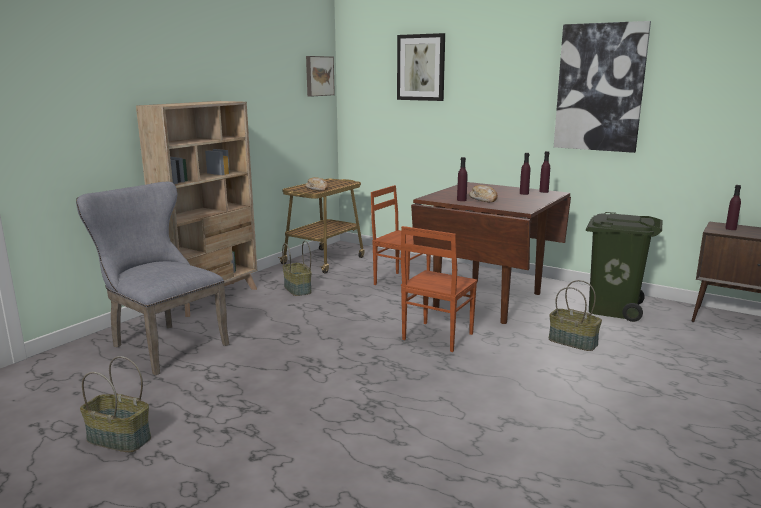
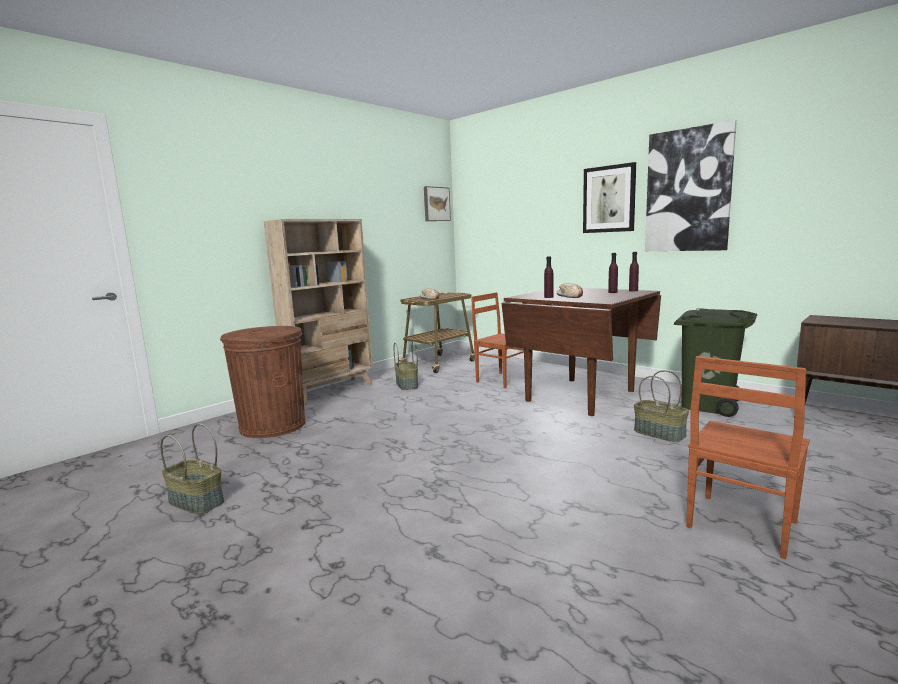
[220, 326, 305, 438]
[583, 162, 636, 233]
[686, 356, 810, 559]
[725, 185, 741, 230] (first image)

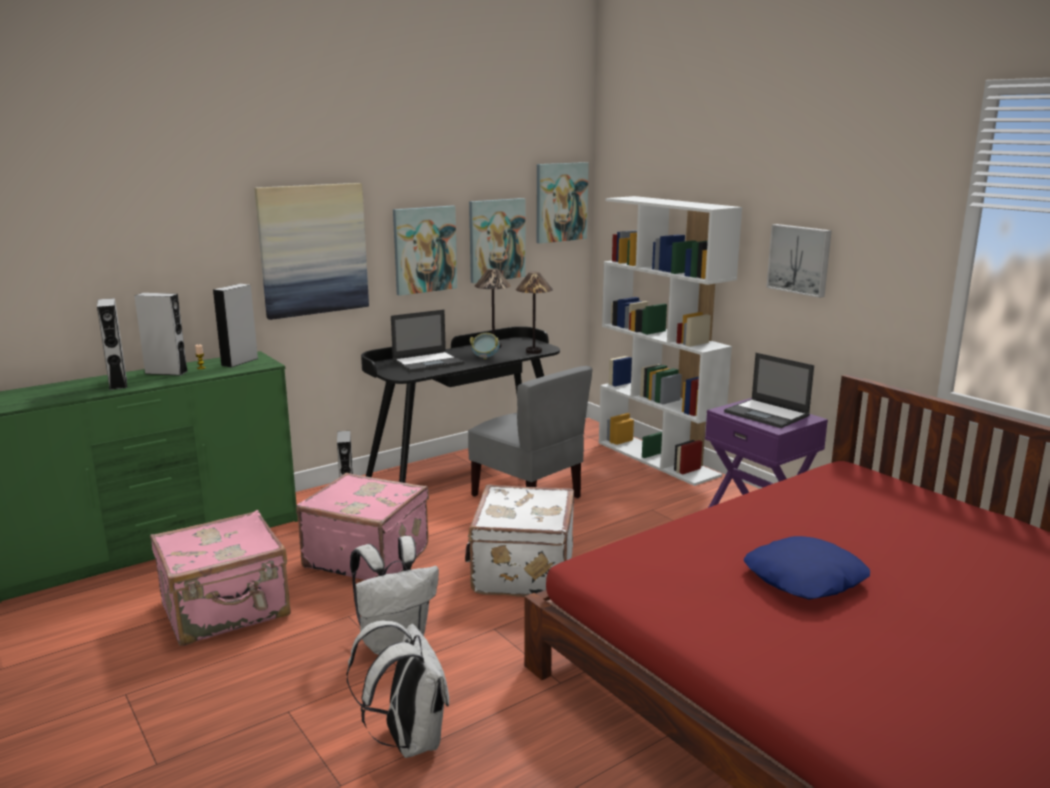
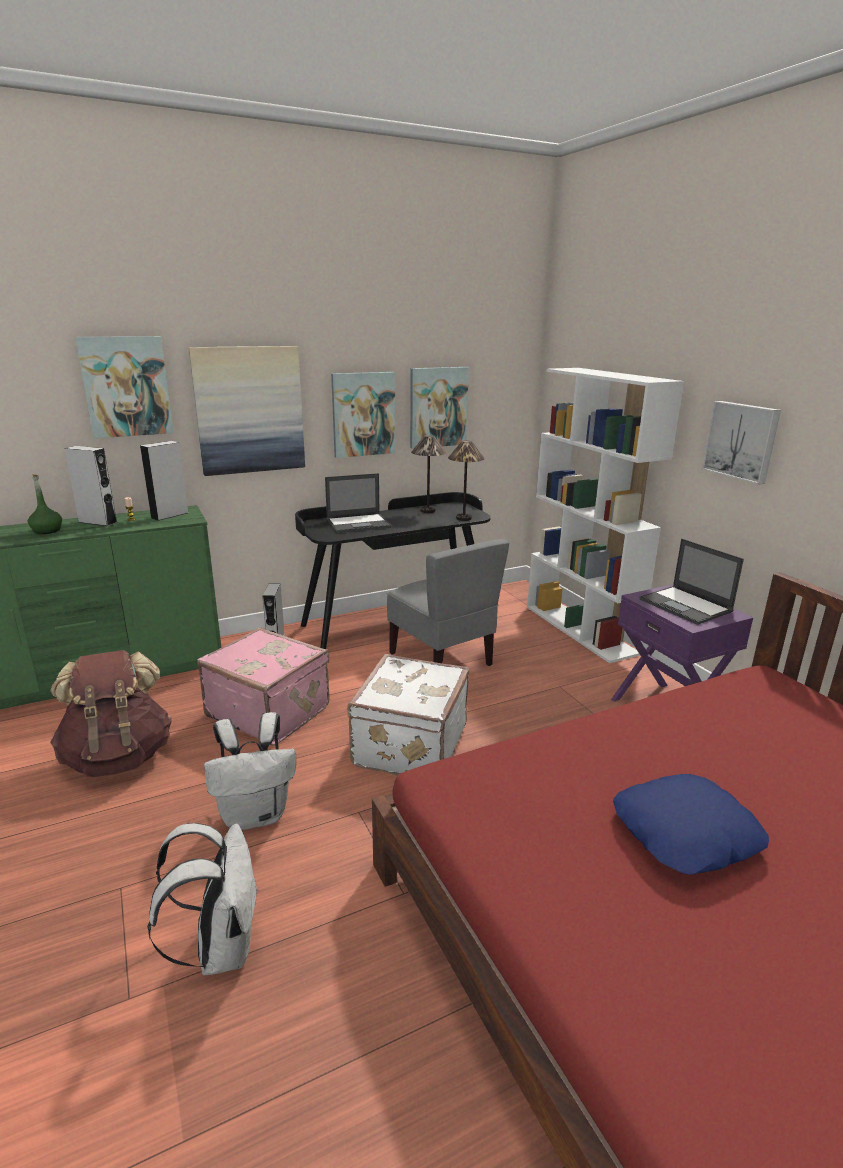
[28, 474, 62, 534]
[50, 650, 172, 777]
[470, 333, 500, 359] (first image)
[75, 336, 174, 438]

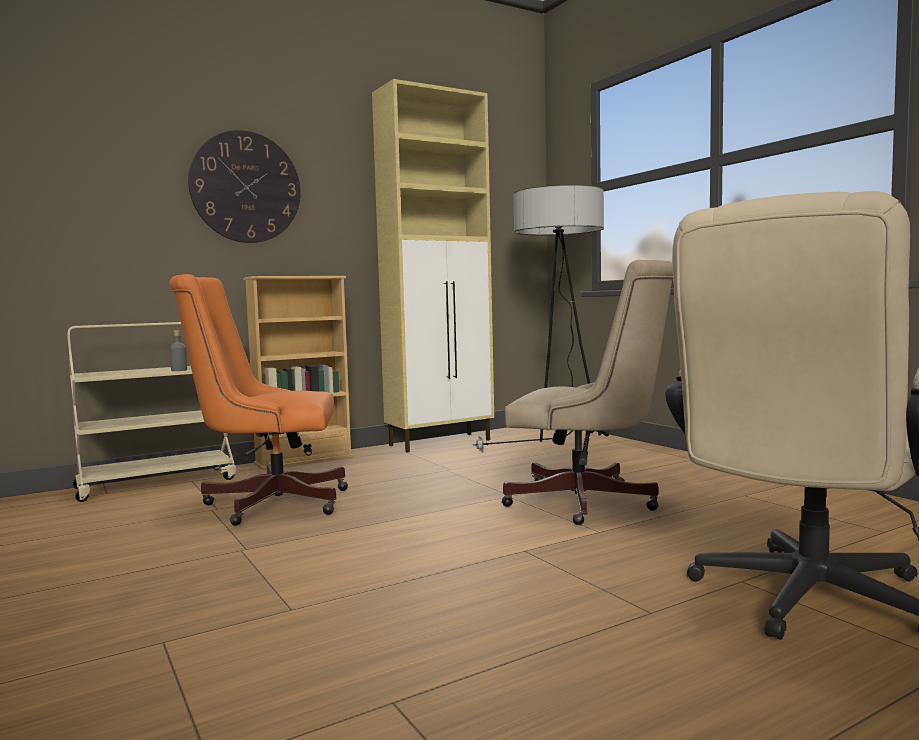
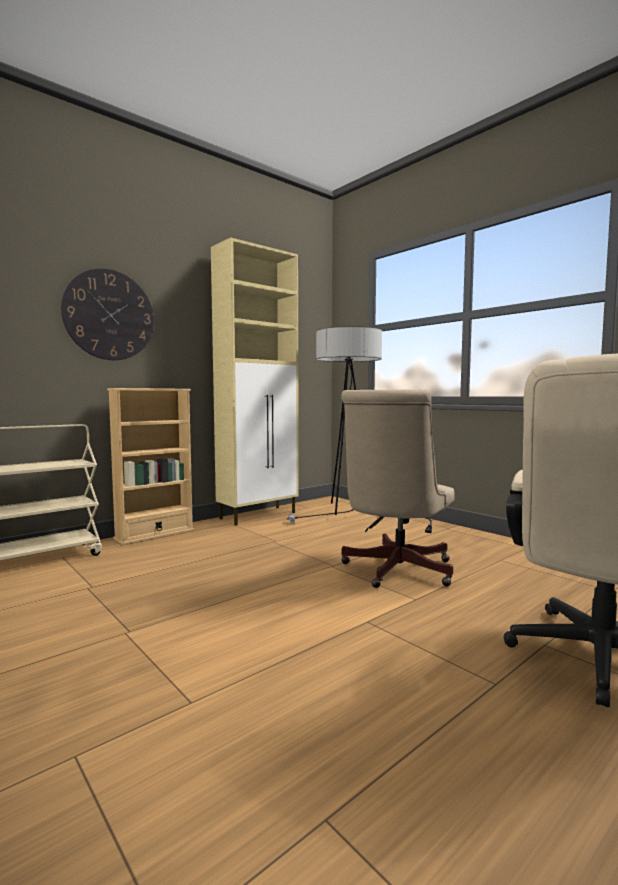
[169, 274, 348, 526] (first image)
[170, 330, 187, 371] (first image)
[341, 390, 455, 588]

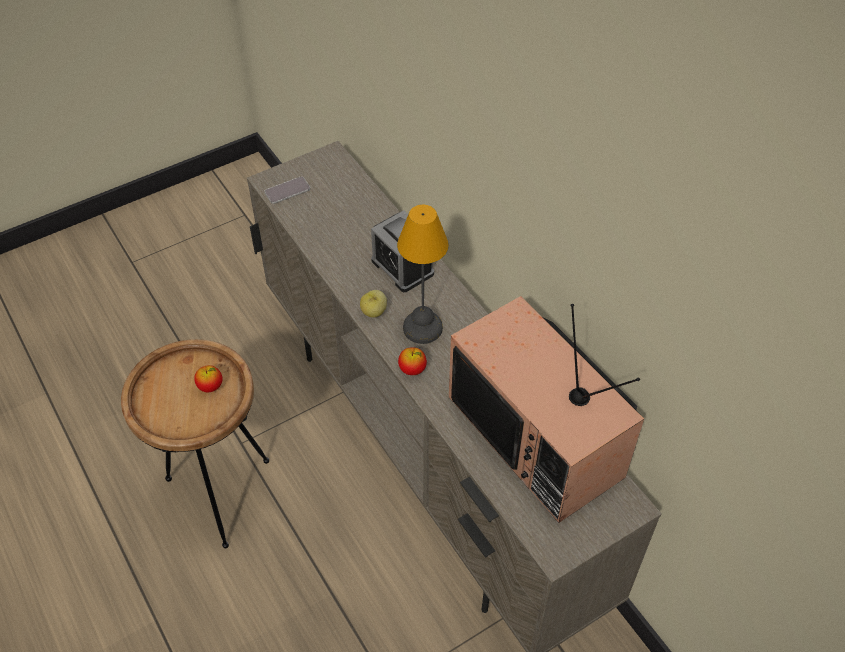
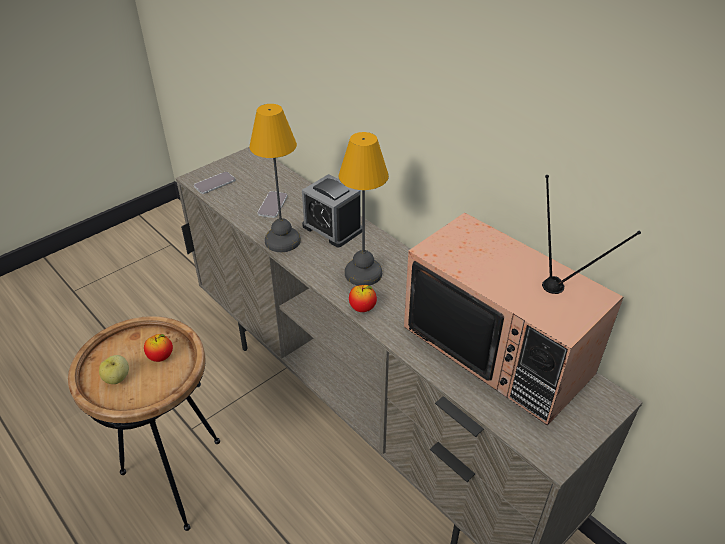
[99, 355, 129, 384]
[249, 104, 301, 252]
[257, 191, 288, 218]

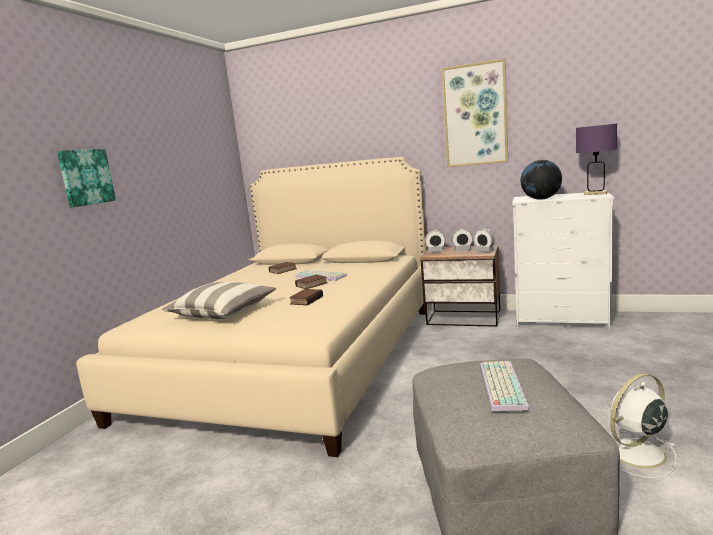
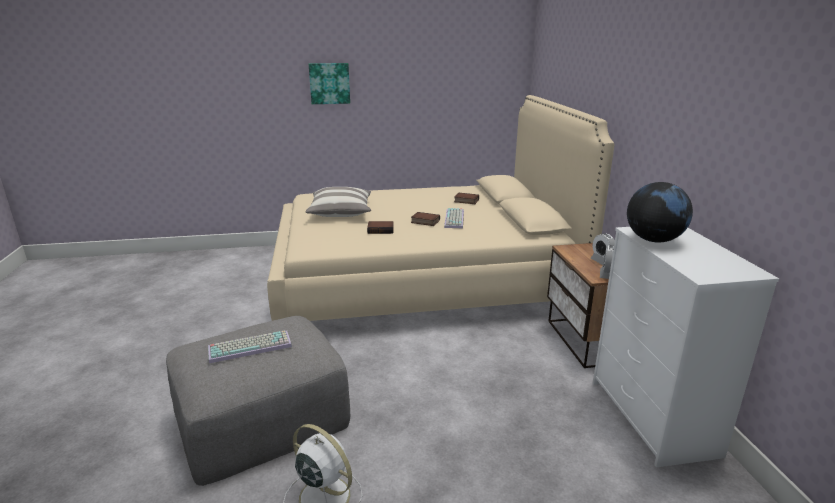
[425, 230, 446, 253] (first image)
[441, 58, 508, 167] (first image)
[576, 124, 617, 195] (first image)

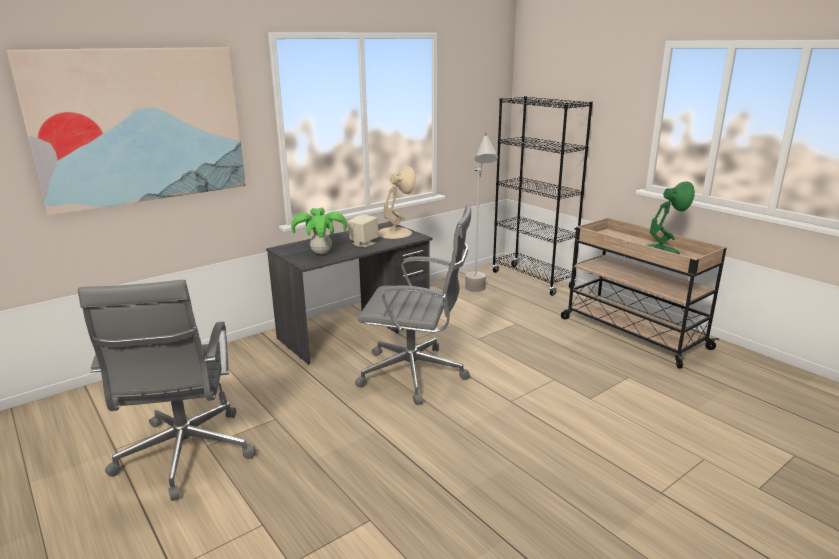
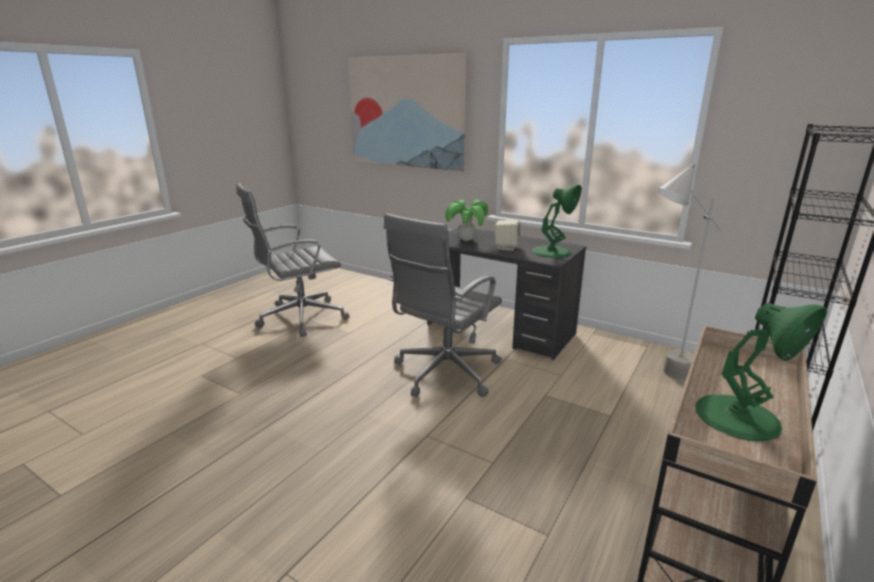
[384, 214, 502, 397]
[532, 184, 582, 258]

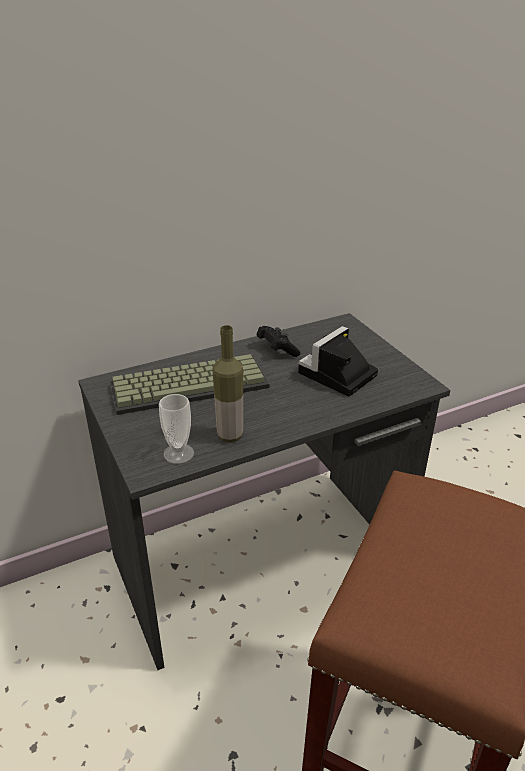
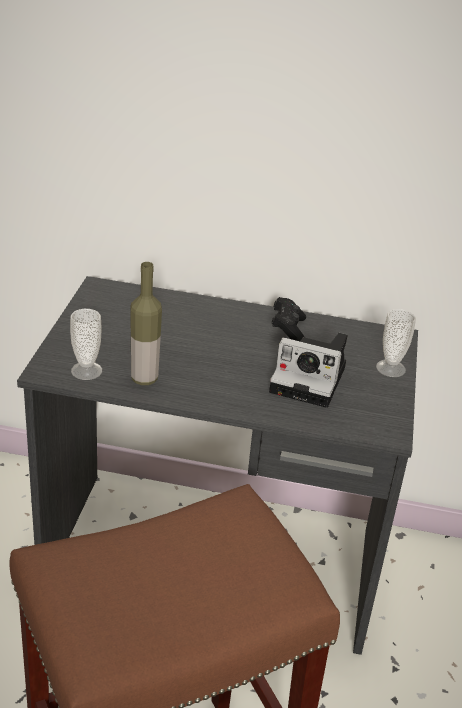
[110, 354, 270, 415] (first image)
[269, 333, 347, 408]
[376, 309, 416, 377]

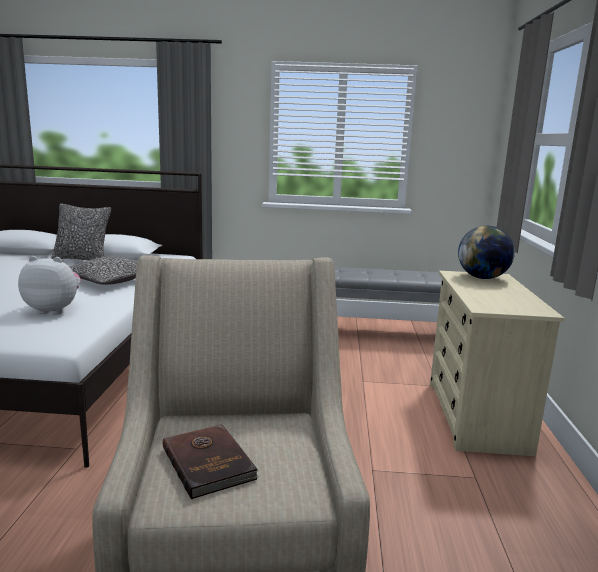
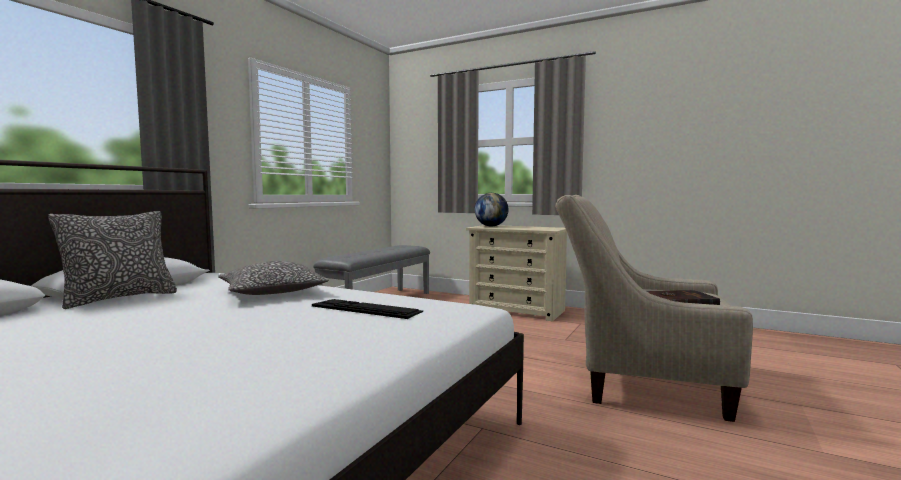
[312, 299, 423, 319]

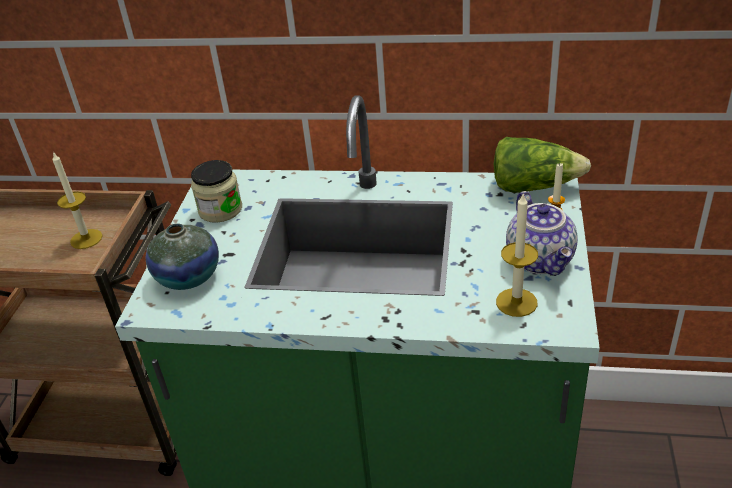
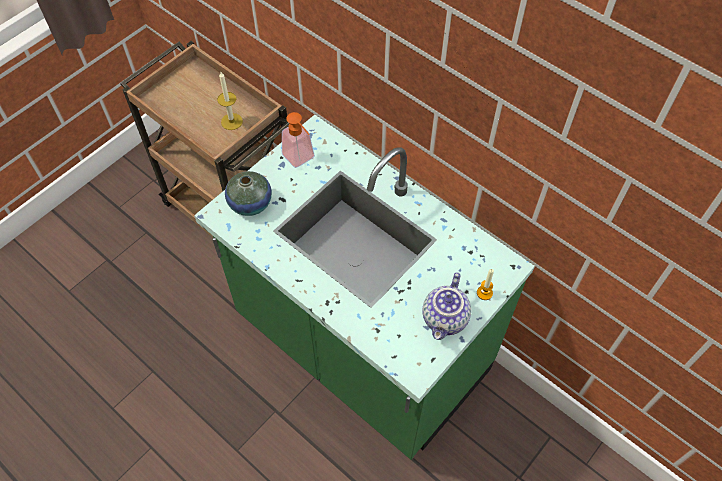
[282, 112, 315, 168]
[494, 137, 591, 193] (first image)
[496, 193, 538, 317] (first image)

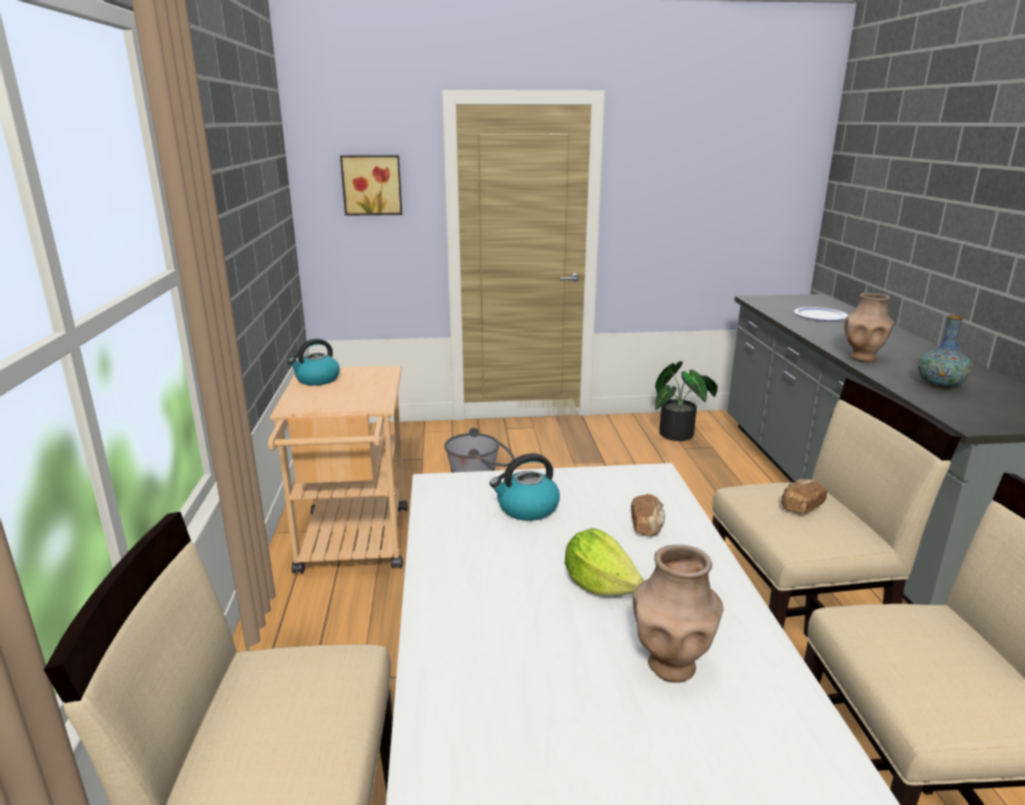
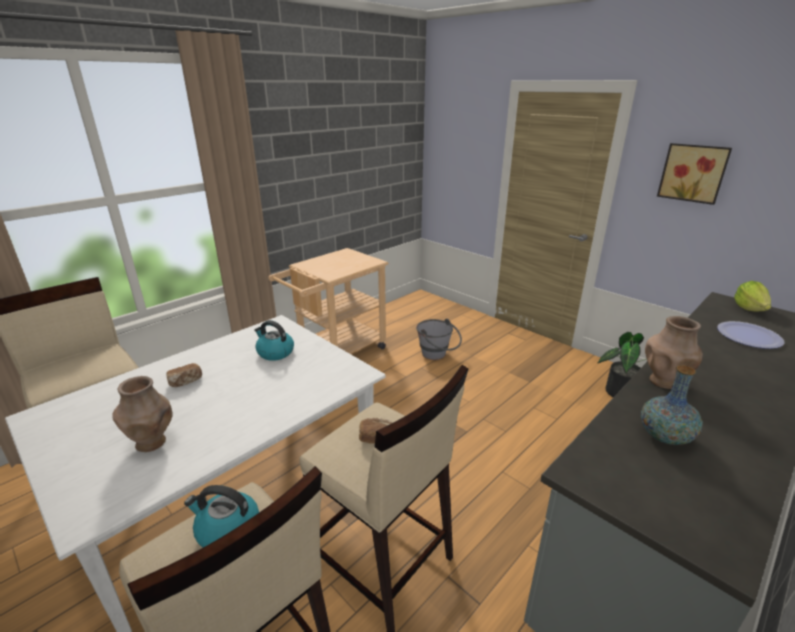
[184, 485, 259, 547]
[657, 143, 732, 205]
[734, 281, 771, 311]
[166, 363, 202, 387]

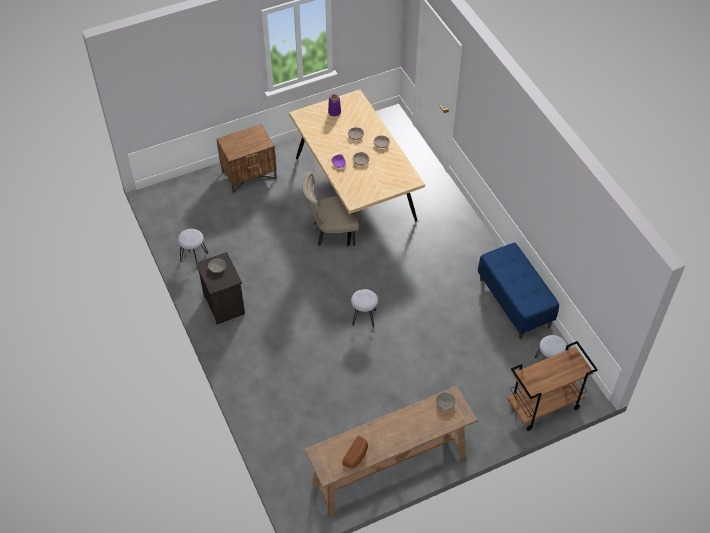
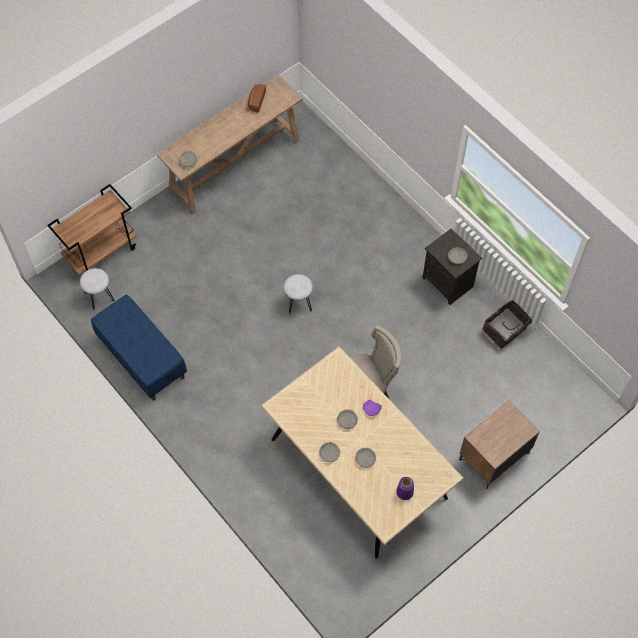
[483, 300, 532, 348]

